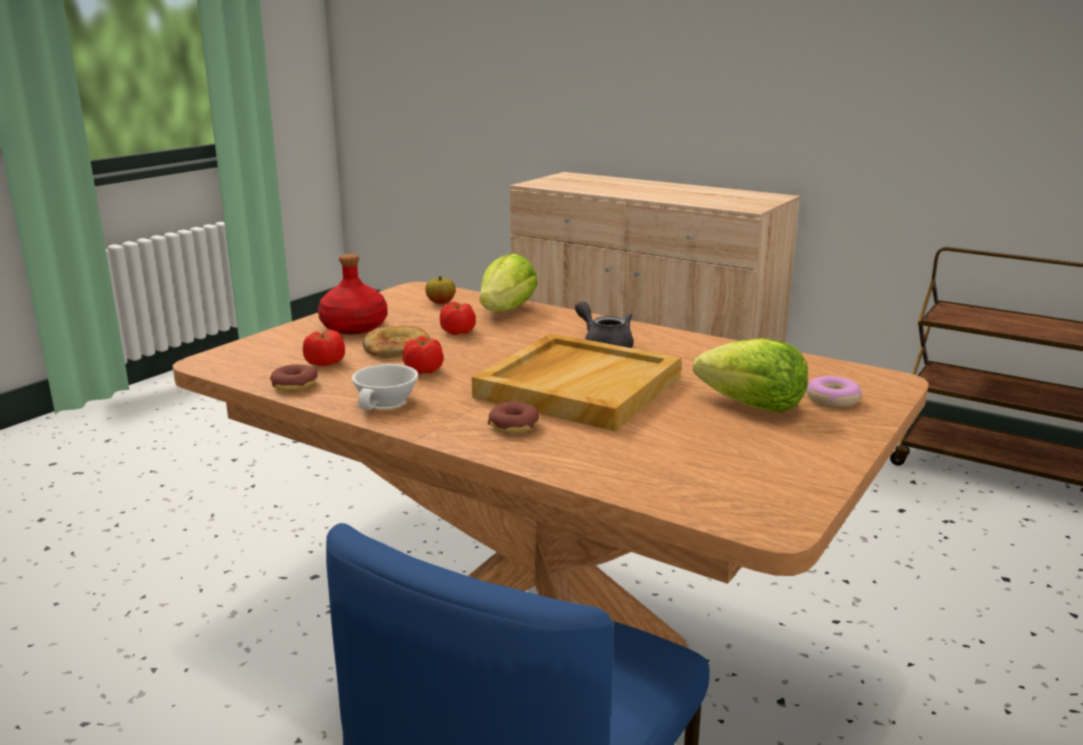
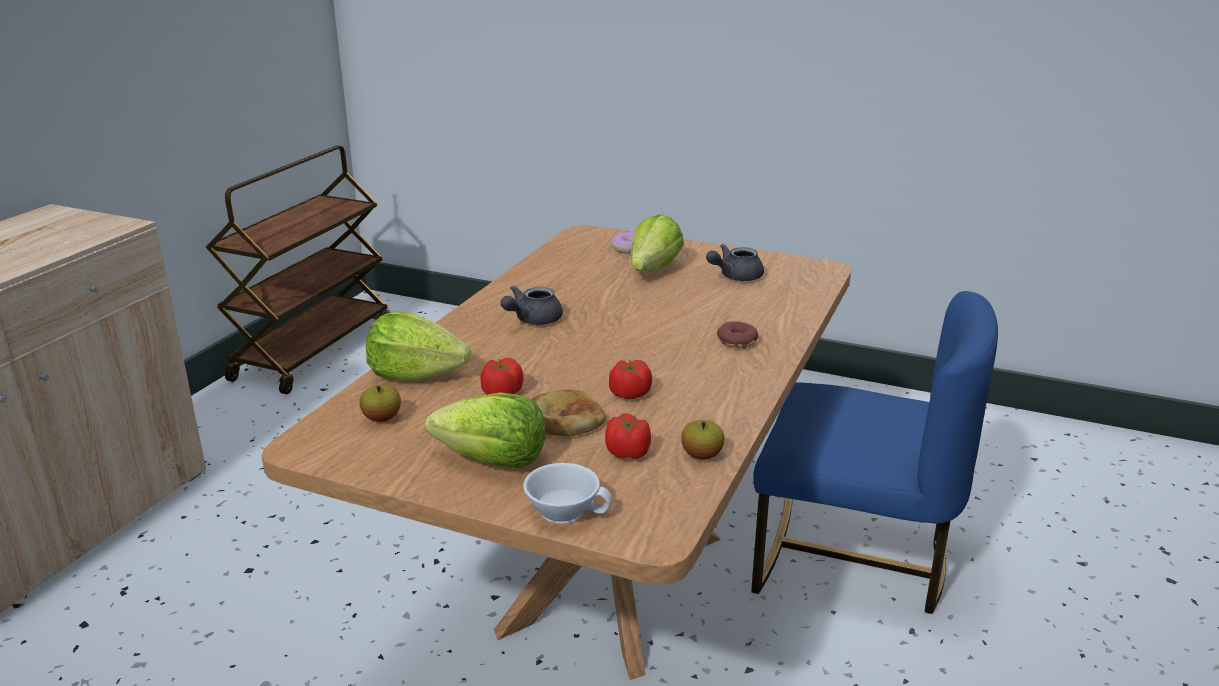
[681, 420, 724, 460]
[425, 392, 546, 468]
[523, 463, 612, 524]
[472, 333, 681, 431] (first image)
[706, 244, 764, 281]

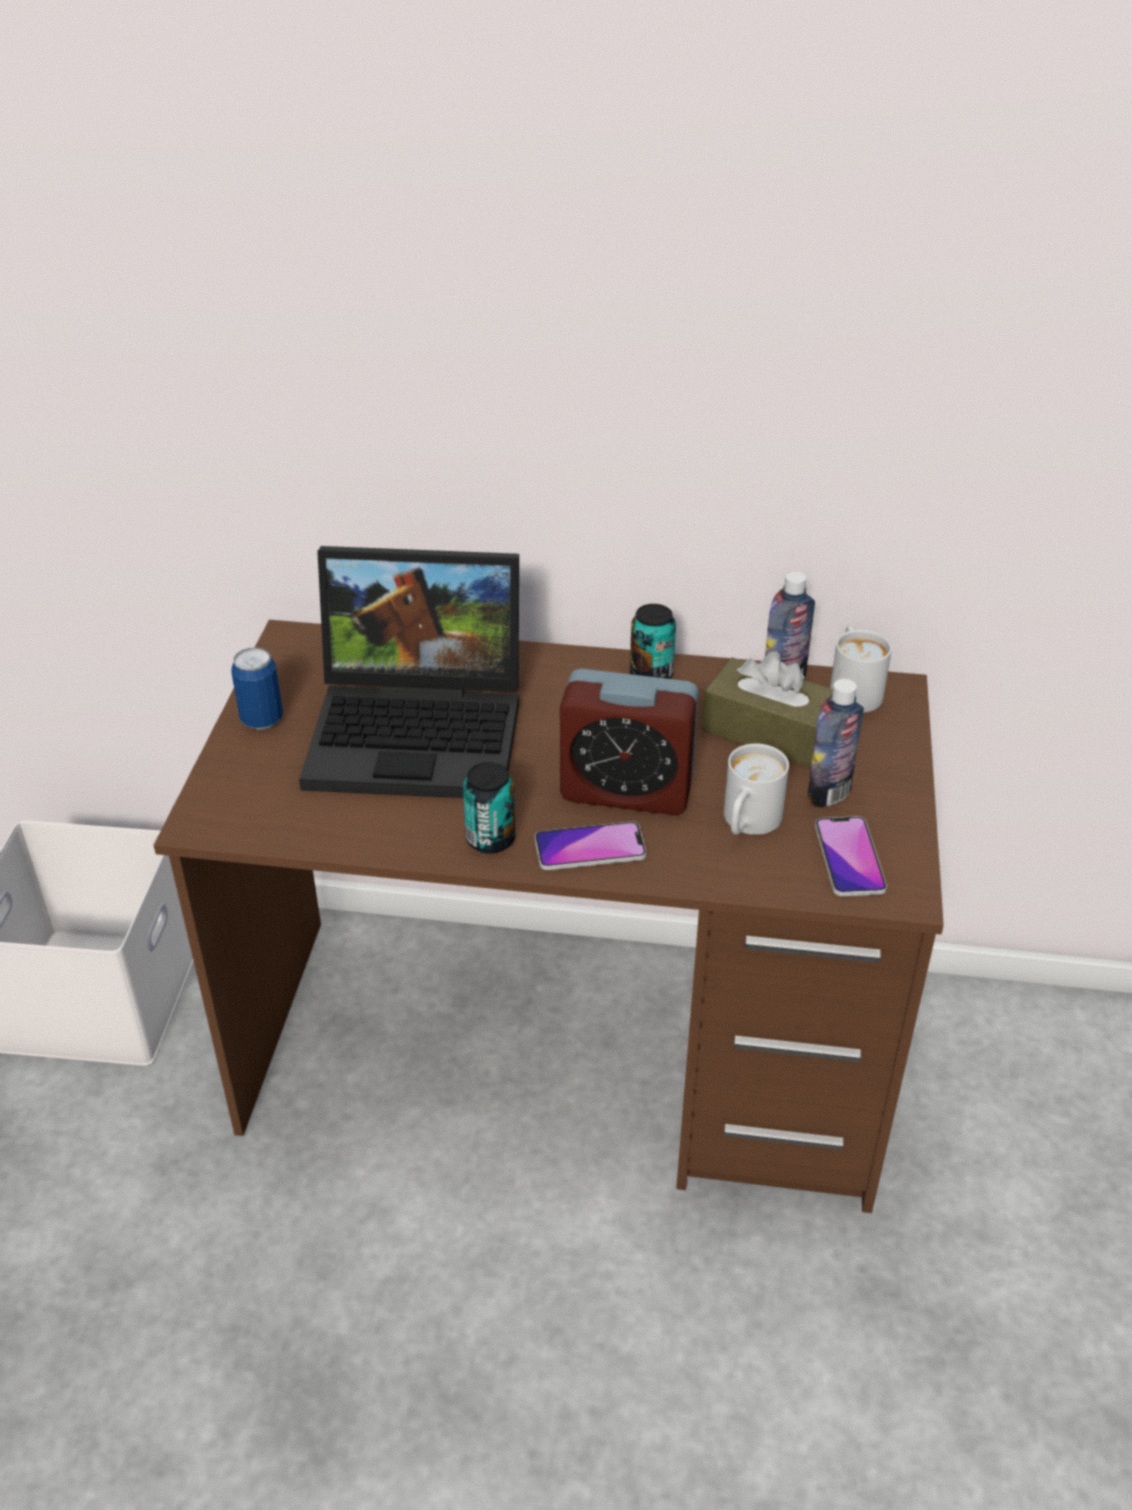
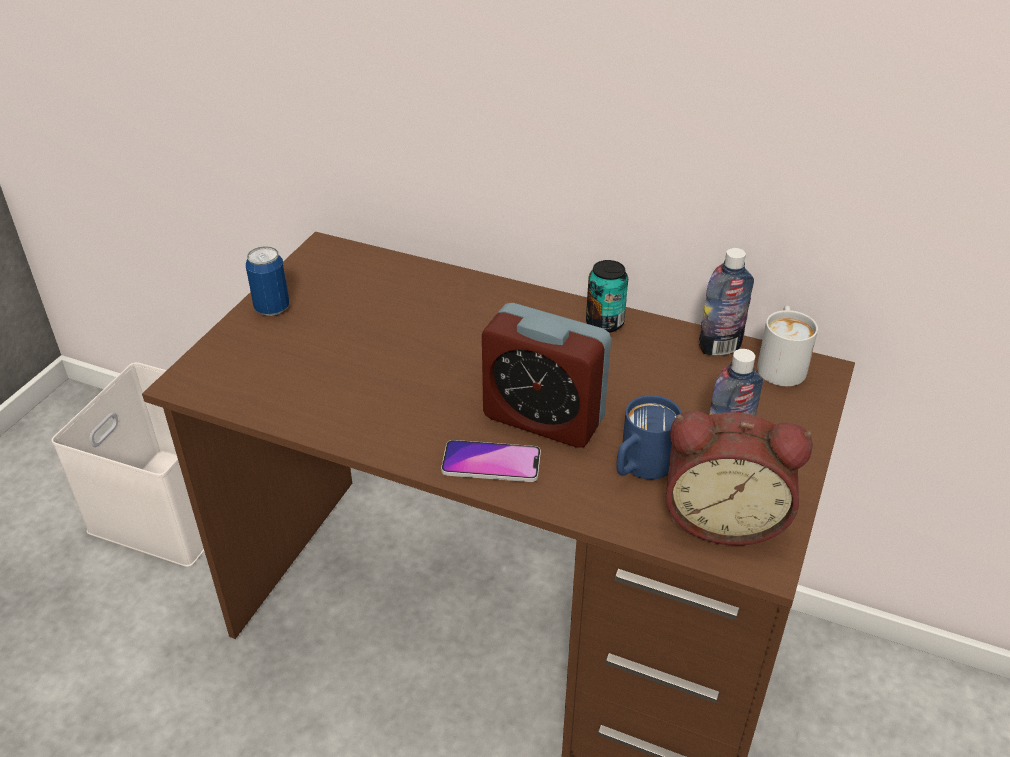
[299, 546, 519, 798] (first image)
[463, 762, 516, 854] (first image)
[702, 651, 833, 767] (first image)
[616, 395, 682, 480]
[666, 411, 813, 545]

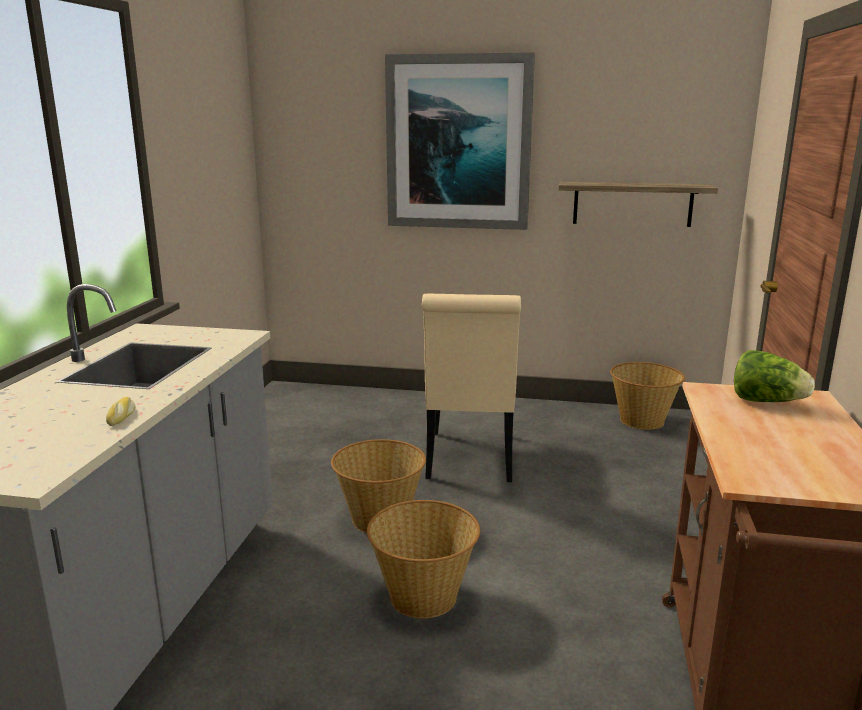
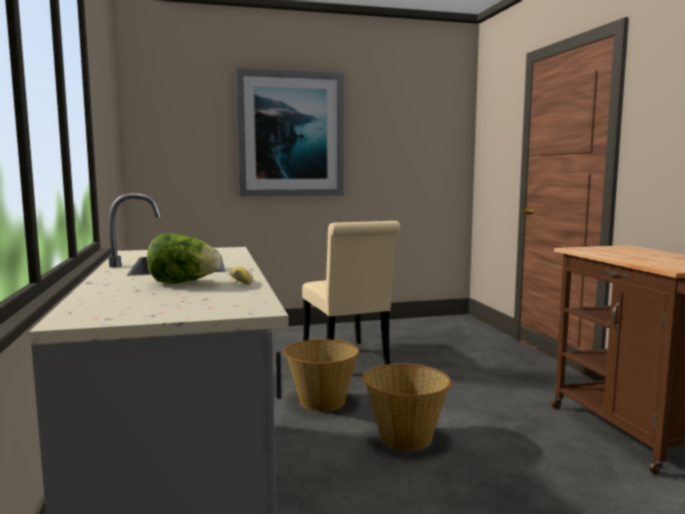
[559, 182, 718, 227] (first image)
[610, 362, 685, 430] (first image)
[147, 233, 222, 284]

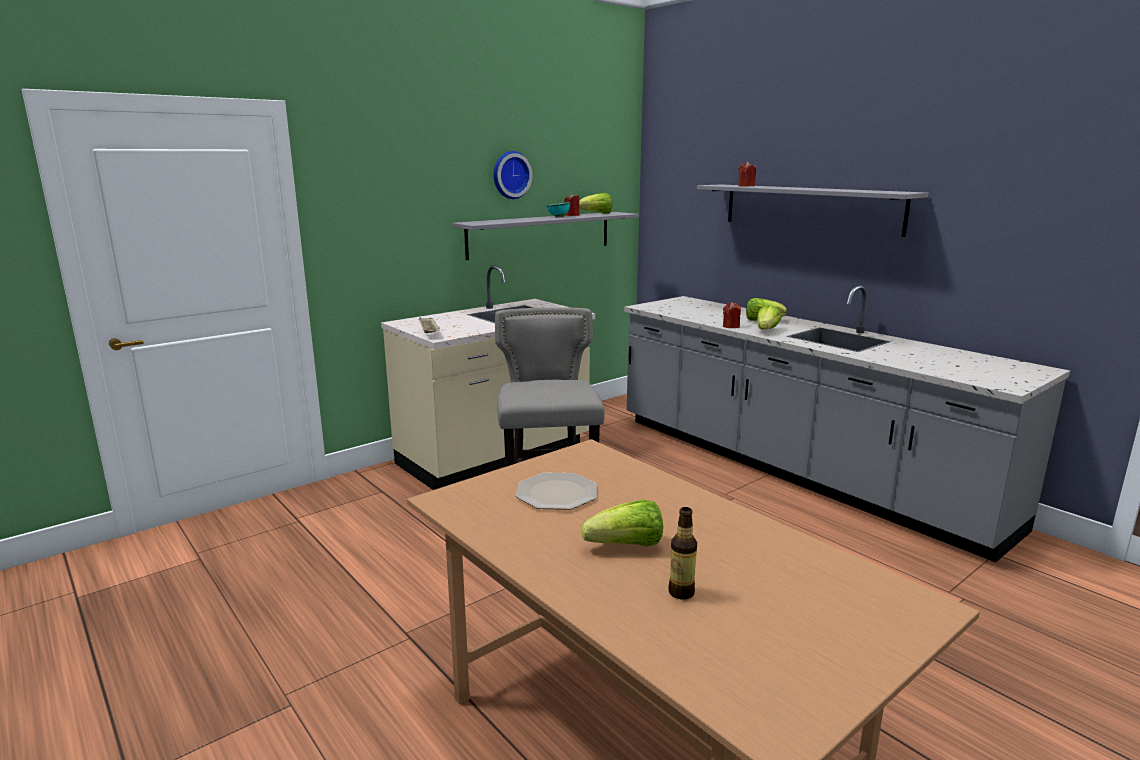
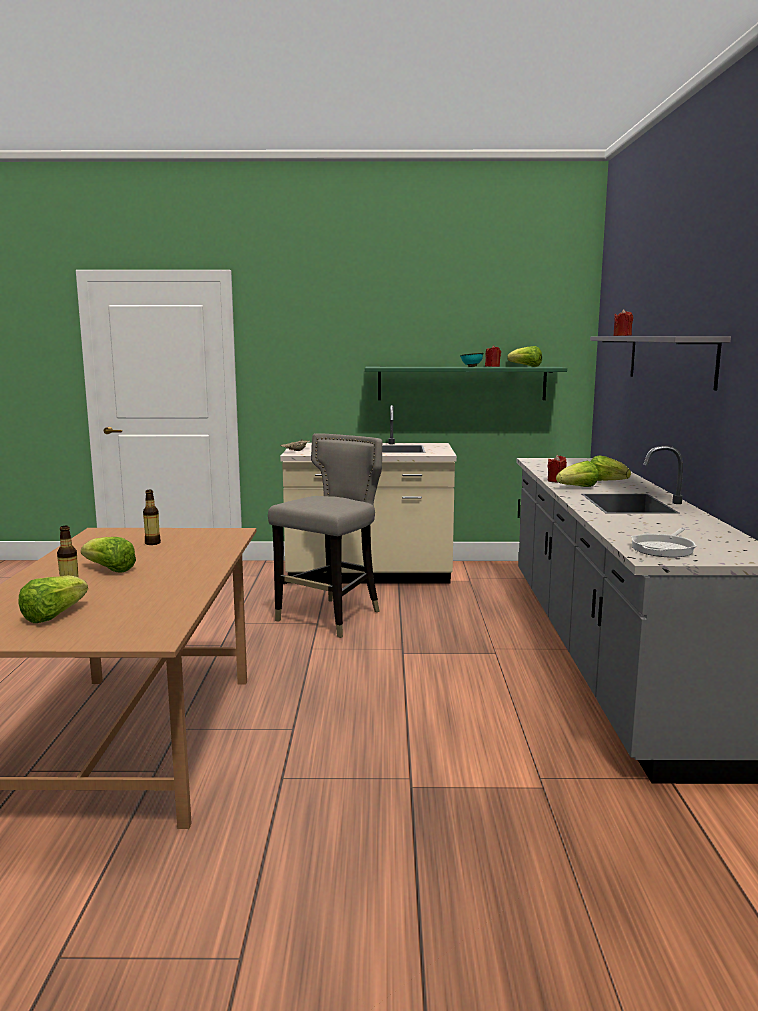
[365, 367, 567, 400]
[493, 151, 532, 199] (first image)
[143, 490, 161, 545]
[19, 575, 88, 623]
[631, 527, 697, 558]

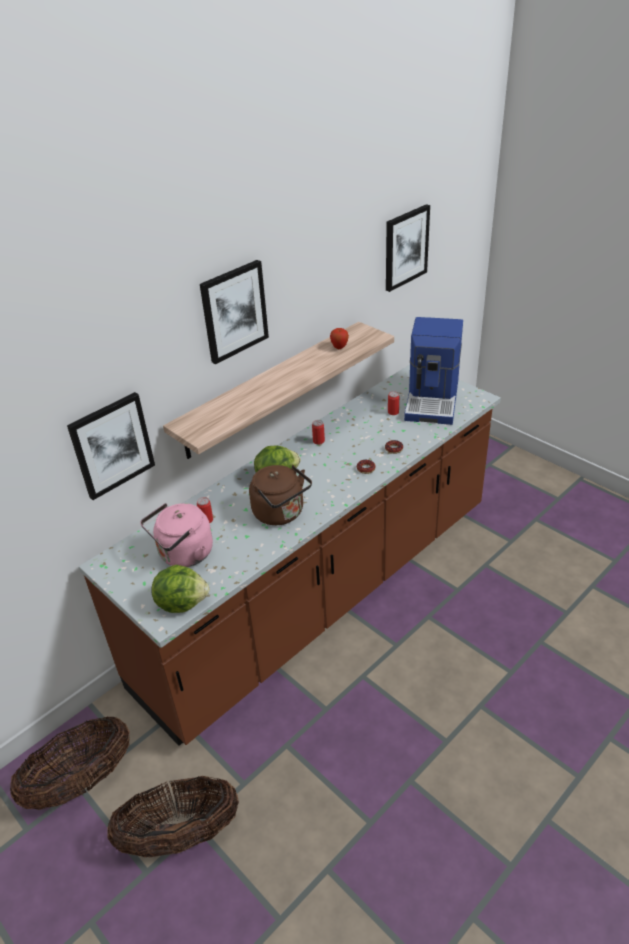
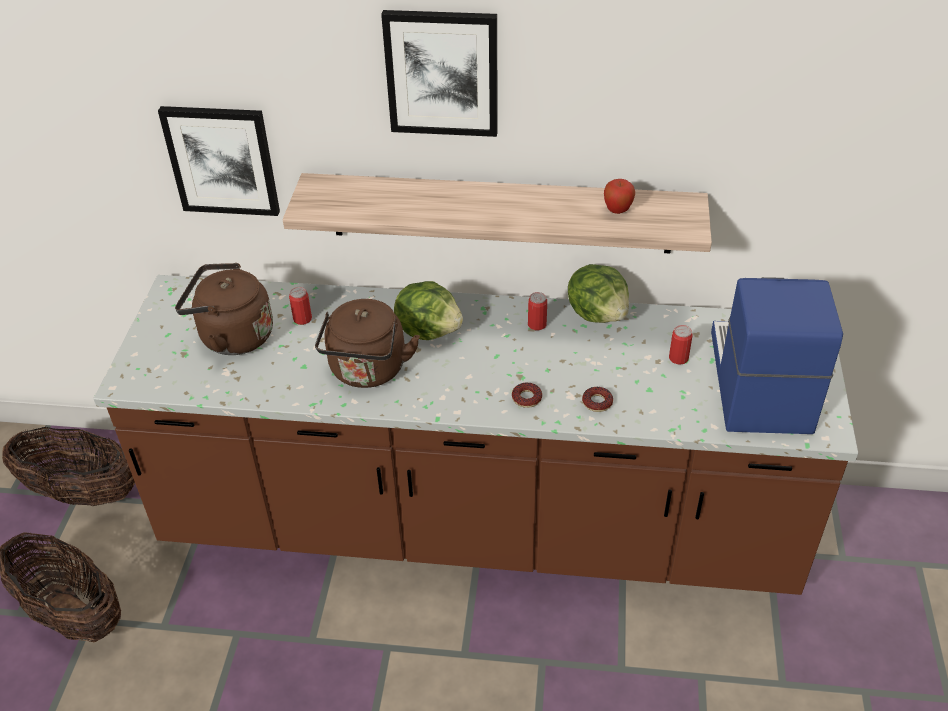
[175, 263, 273, 355]
[568, 264, 629, 323]
[386, 204, 430, 292] (first image)
[711, 277, 843, 434]

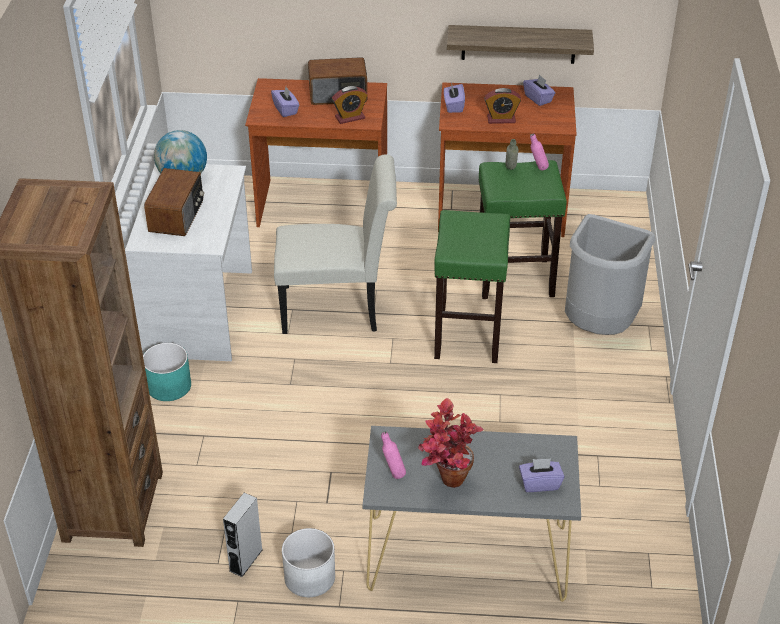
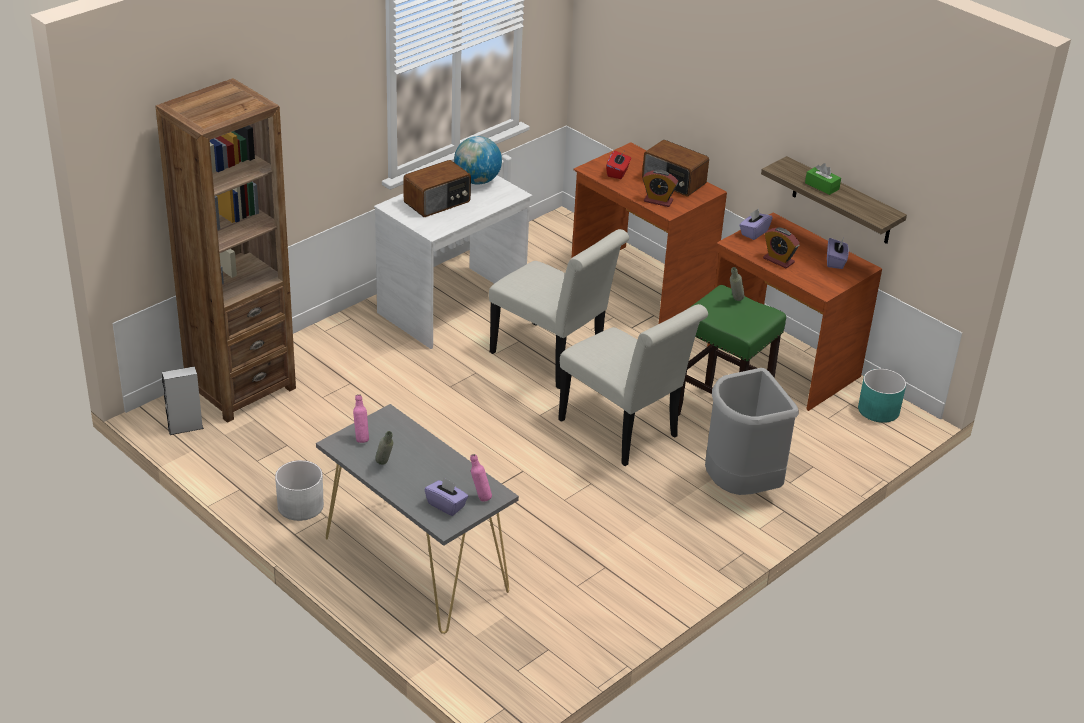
[858, 368, 906, 423]
[162, 366, 204, 435]
[606, 151, 631, 179]
[375, 431, 393, 465]
[558, 304, 708, 466]
[470, 454, 492, 502]
[805, 163, 841, 195]

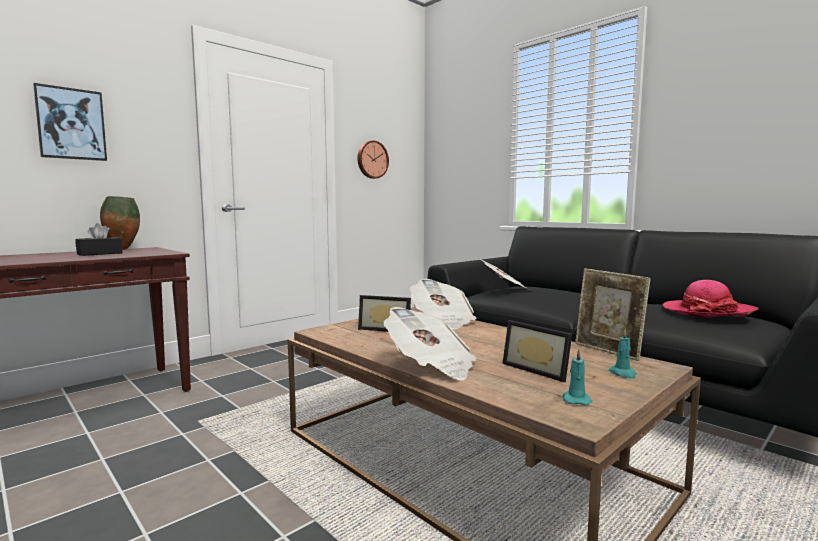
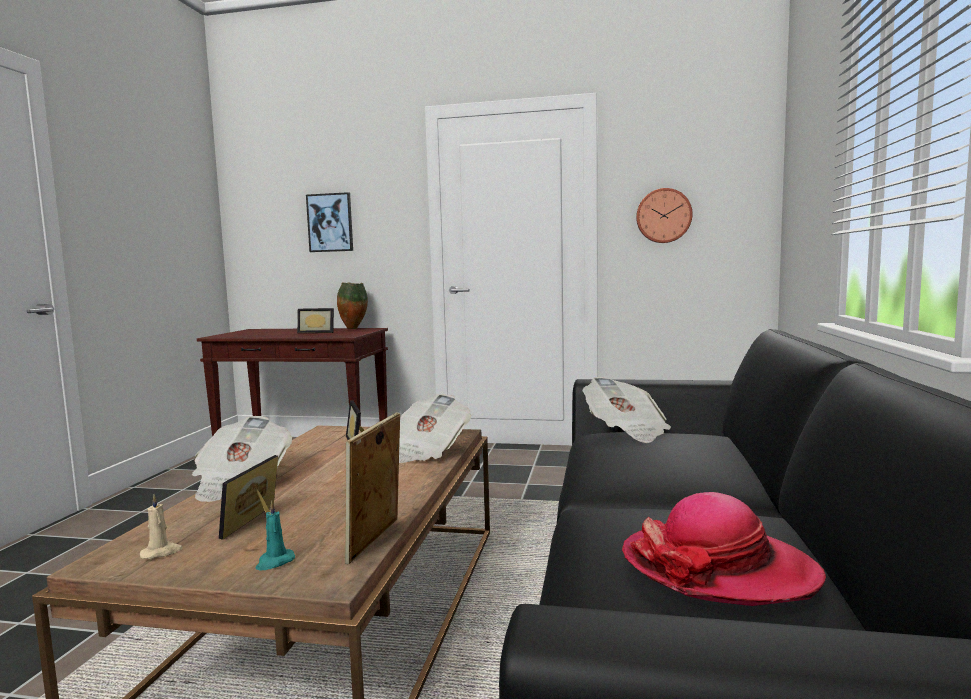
[297, 308, 334, 333]
[140, 494, 183, 559]

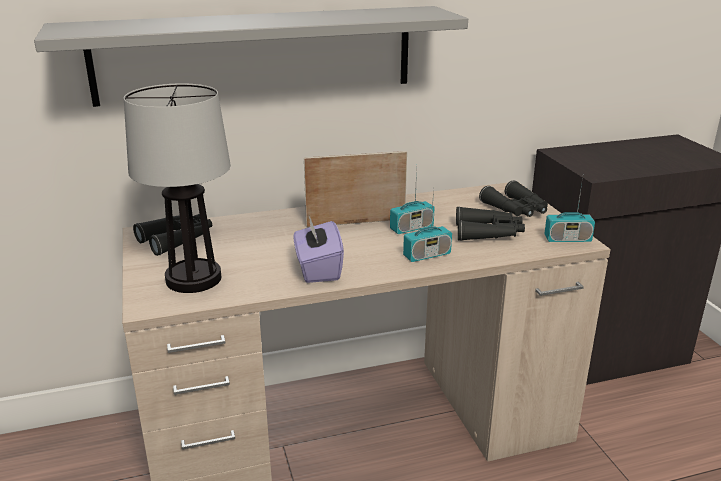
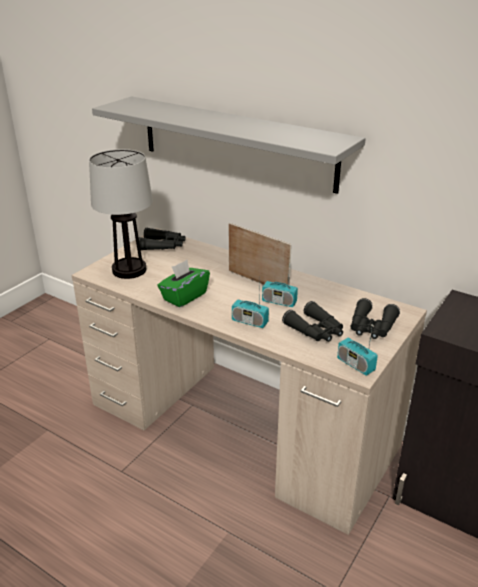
[157, 260, 210, 307]

